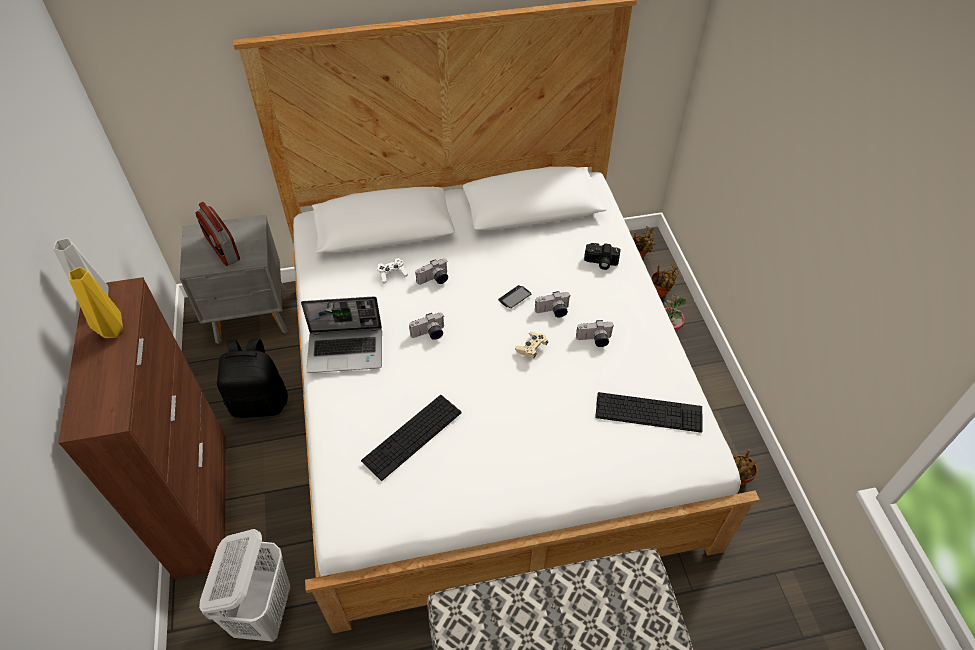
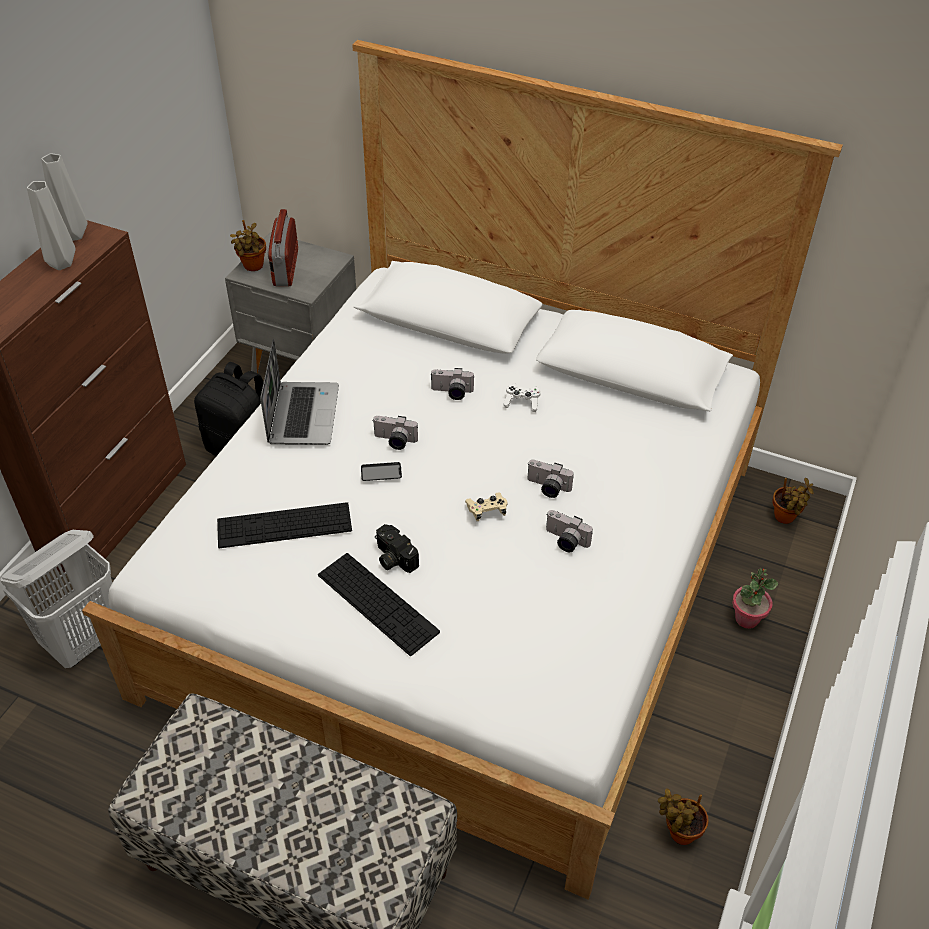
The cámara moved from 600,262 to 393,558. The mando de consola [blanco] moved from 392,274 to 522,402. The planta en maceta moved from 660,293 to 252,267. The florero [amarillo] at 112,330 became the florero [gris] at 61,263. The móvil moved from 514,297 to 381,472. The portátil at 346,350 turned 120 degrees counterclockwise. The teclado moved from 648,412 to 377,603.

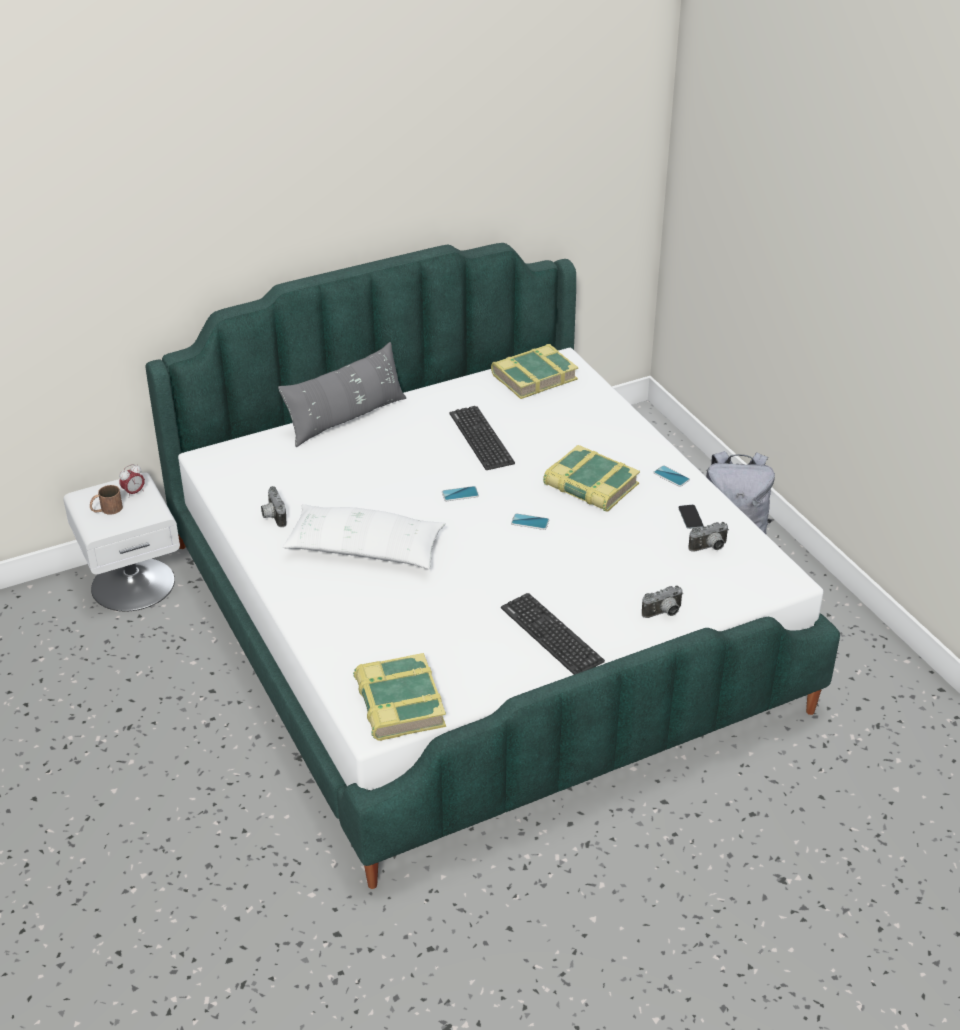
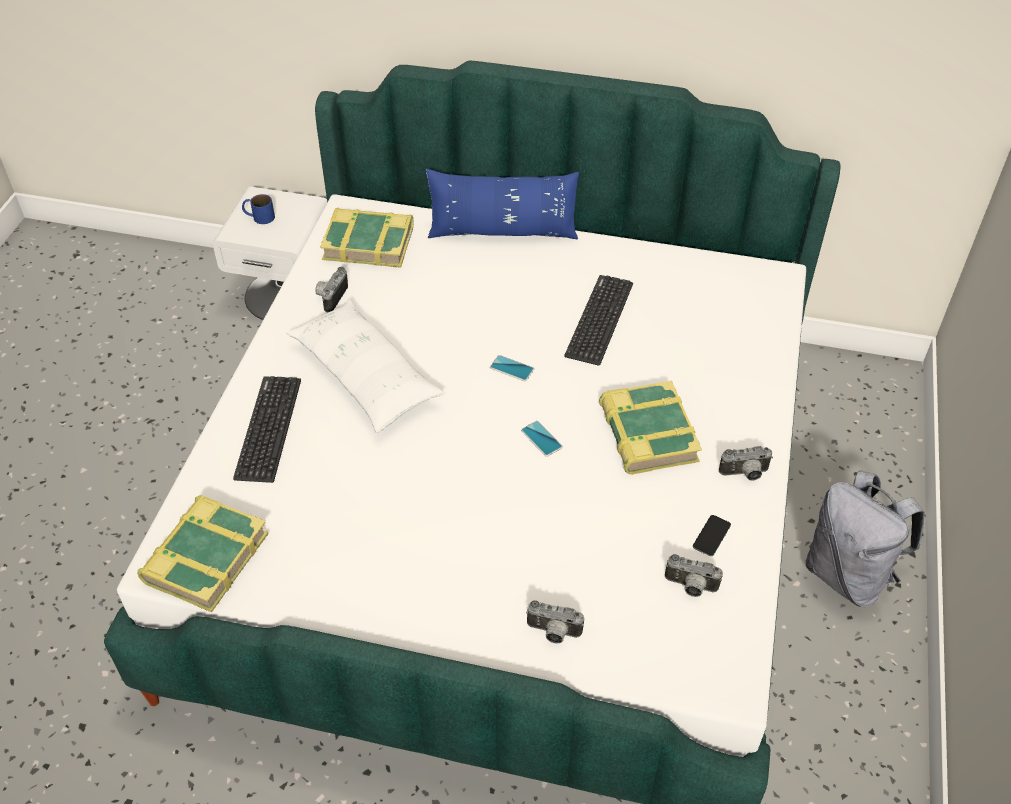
The cojín [gris] at 346,418 became the cojín [azul] at 502,232. The libro moved from 533,377 to 369,243. The despertador at 134,493 disappeared. The móvil at 671,476 was replaced by the cámara at 745,474. The taza grande [marrón] at 106,509 became the taza grande [azul] at 259,217. The teclado moved from 551,635 to 268,428.

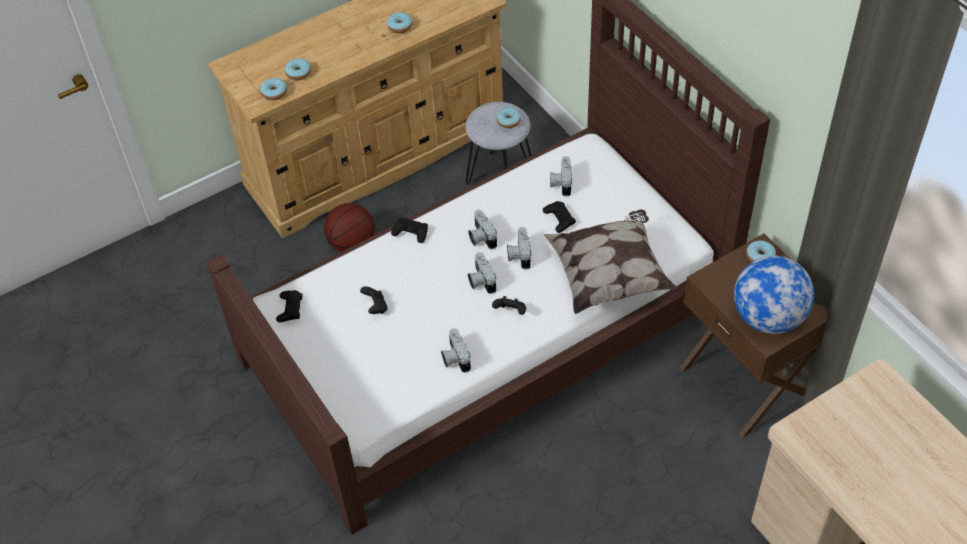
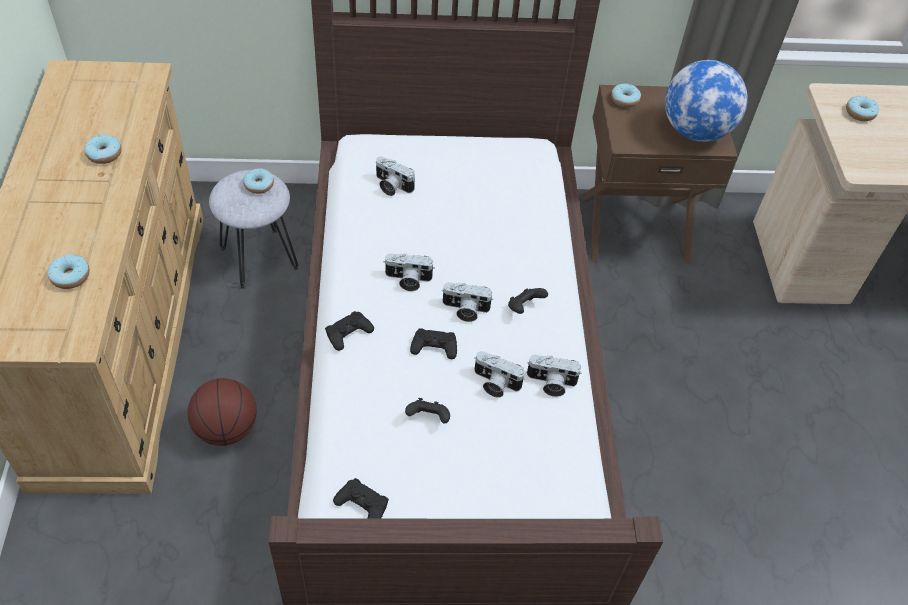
The rosquilla moved from 274,93 to 859,113. The mando de consola [negro] moved from 559,219 to 434,347. The cojín at 609,275 disappeared. The cámara moved from 518,255 to 494,383.

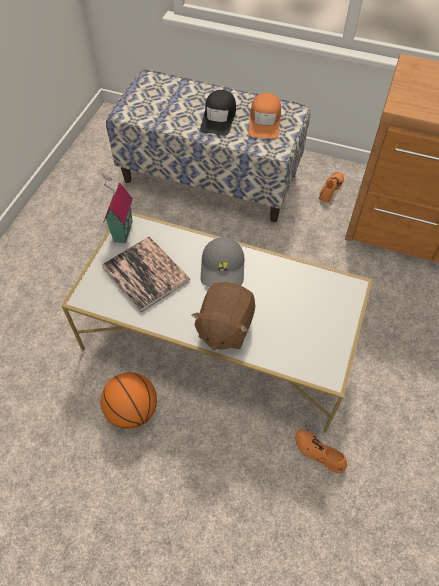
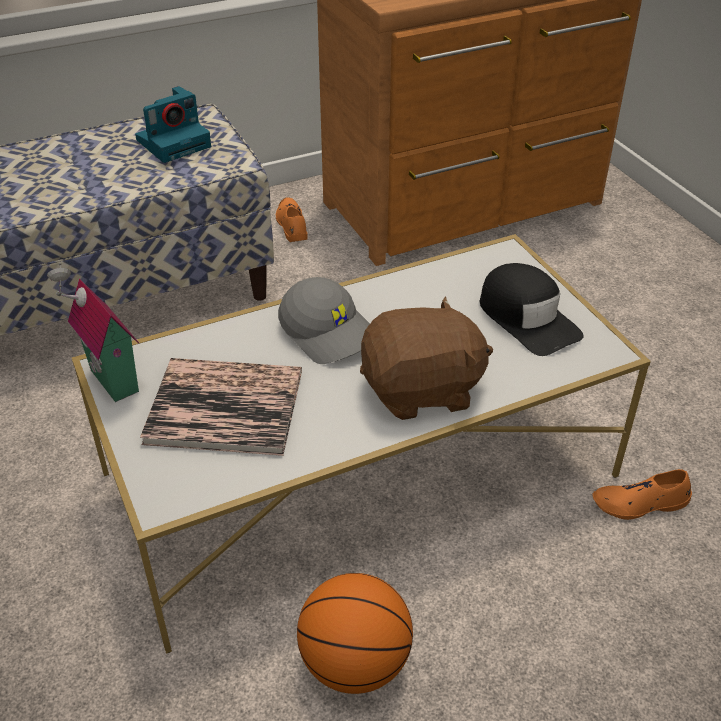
The gorra [negro] moved from 219,118 to 527,318. The gorra [naranja] at 265,121 was replaced by the cámara at 174,142. The peluche [marrón] at 224,327 turned 75 degrees counterclockwise.

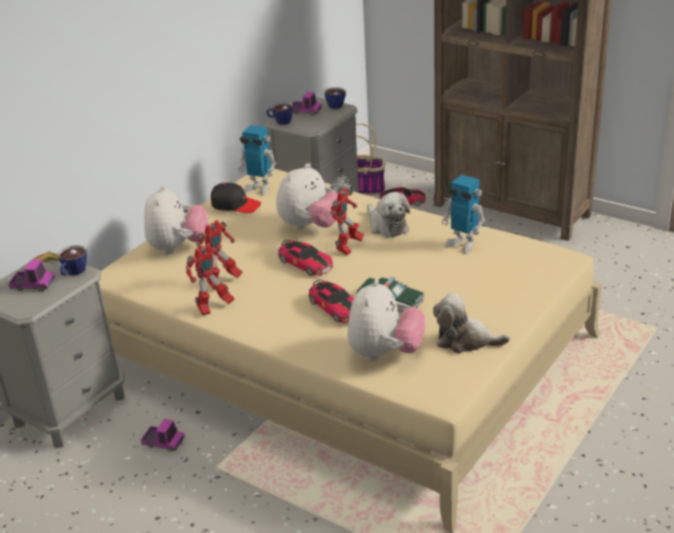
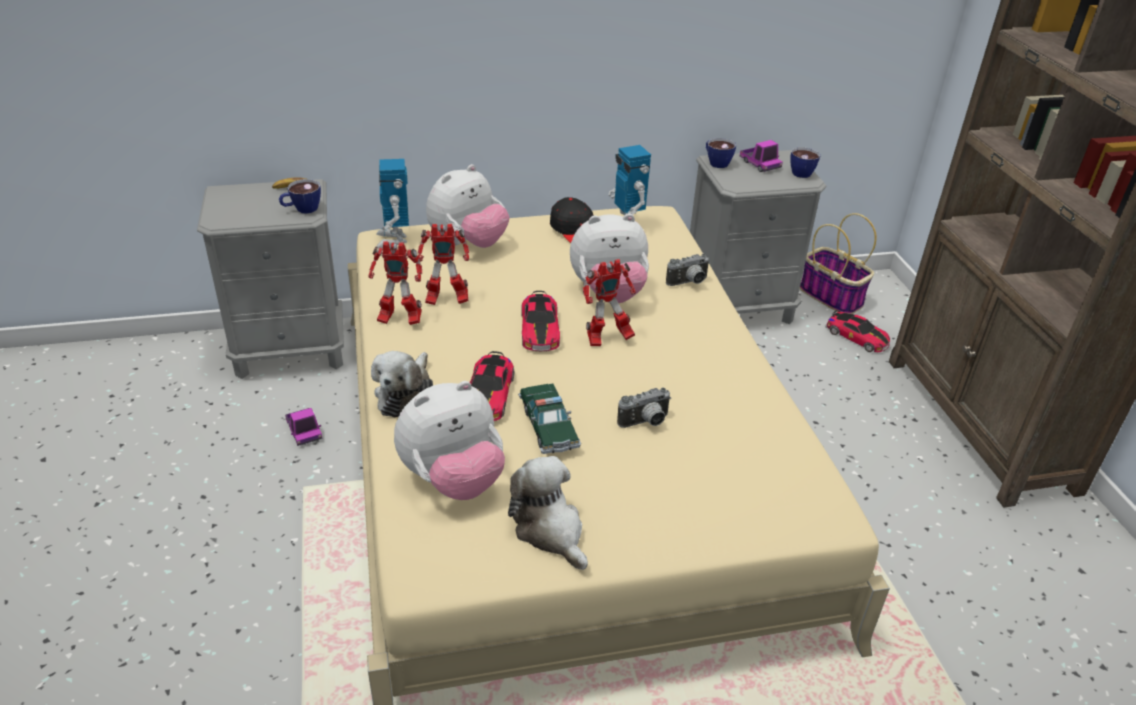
The robot de juguete moved from 462,244 to 394,240. The peluche moved from 386,226 to 406,395. The camión de juguete at 33,285 disappeared. The cámara at 645,423 appeared.

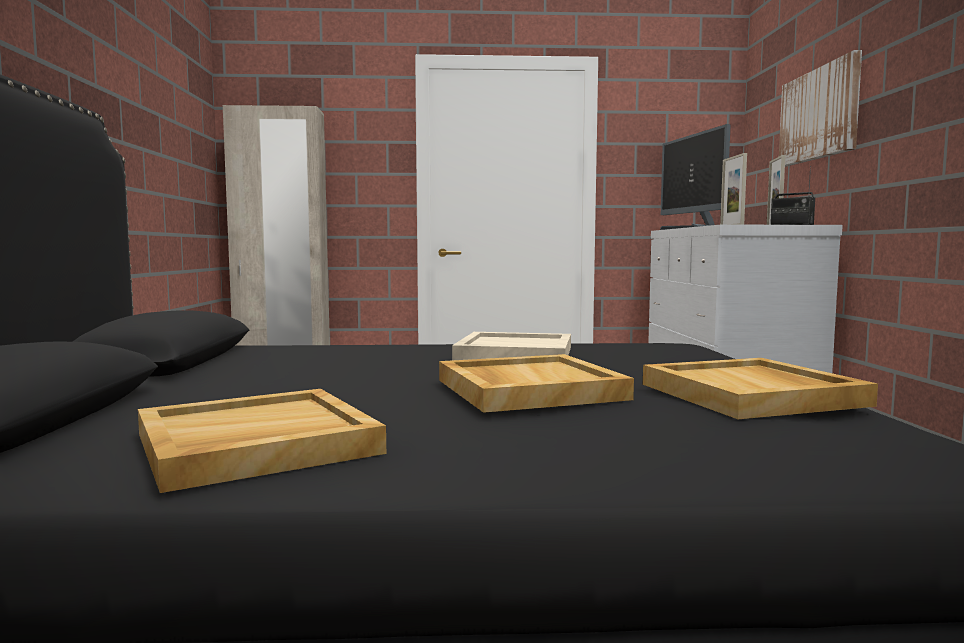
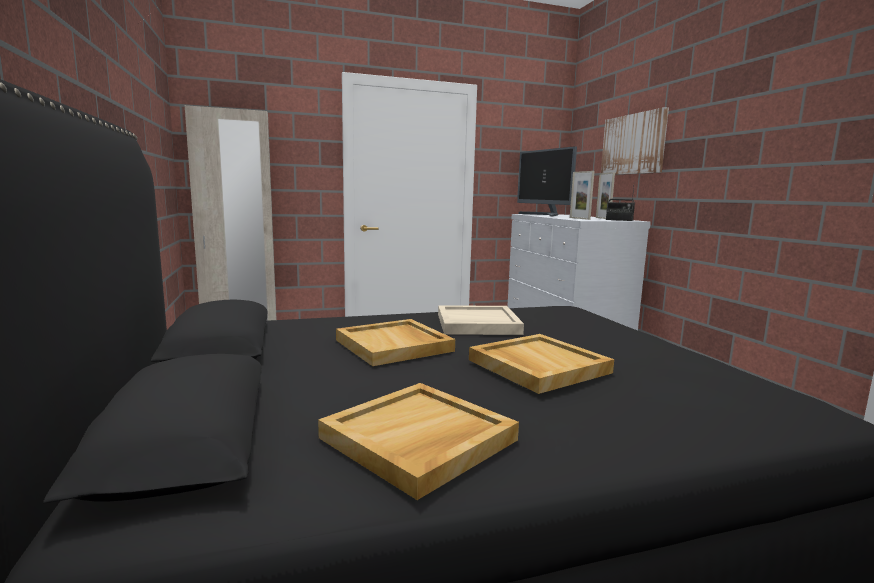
The bandeja [beis] moved from 753,395 to 395,345.

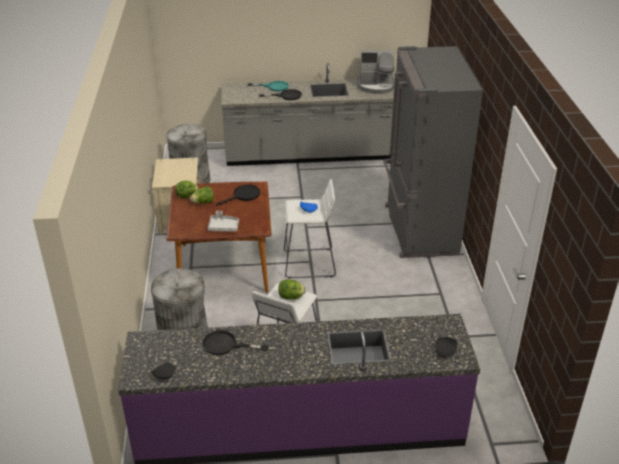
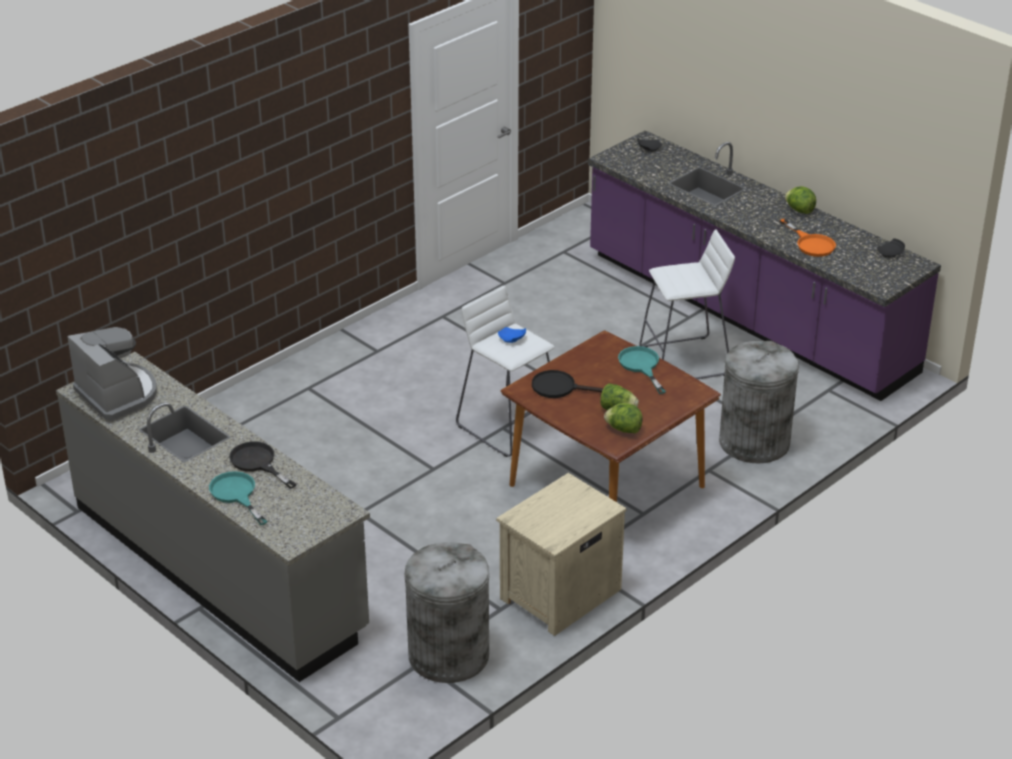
The nevera [gris] at 418,230 disappeared. The bandeja [gris] at 223,227 was replaced by the sartén [turquesa] at 641,366. The lechuga moved from 291,297 to 799,210. The sartén [negro] at 226,345 became the sartén [naranja] at 811,243.

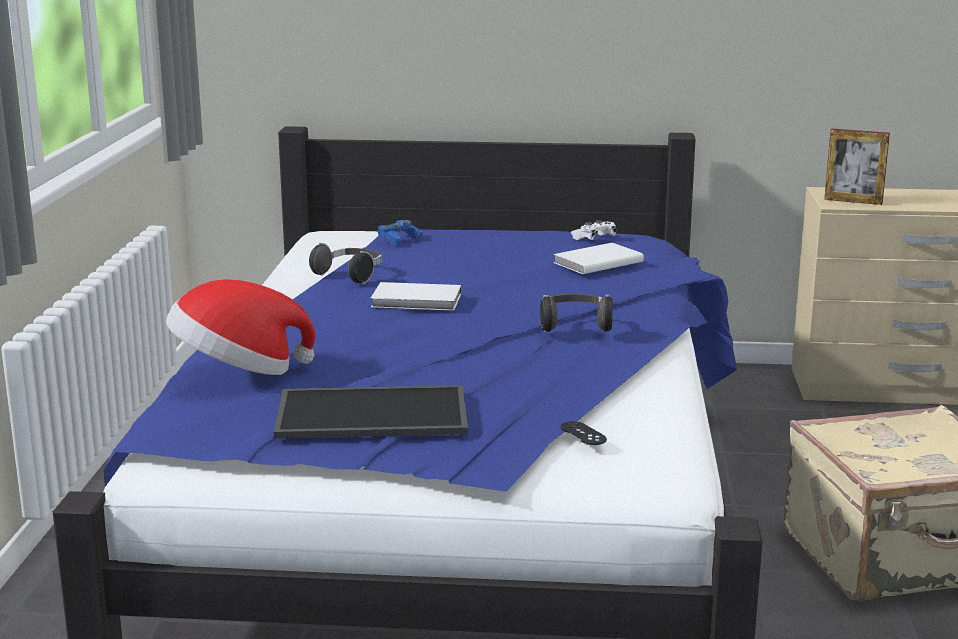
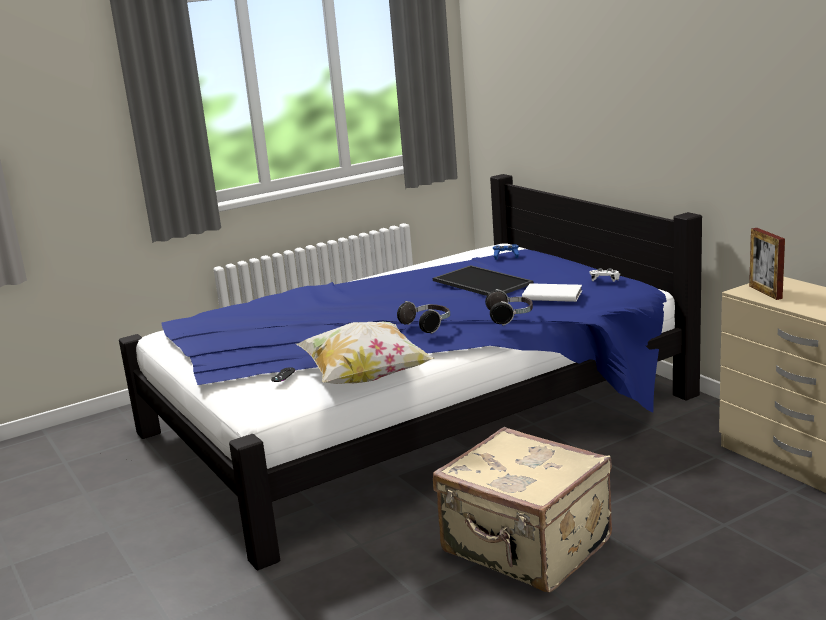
The auriculares moved from 350,275 to 510,317. The sombrero at 238,371 disappeared. The libro [blanco] at 417,301 disappeared. The bandeja moved from 370,415 to 480,282. The cojín at 365,377 appeared.

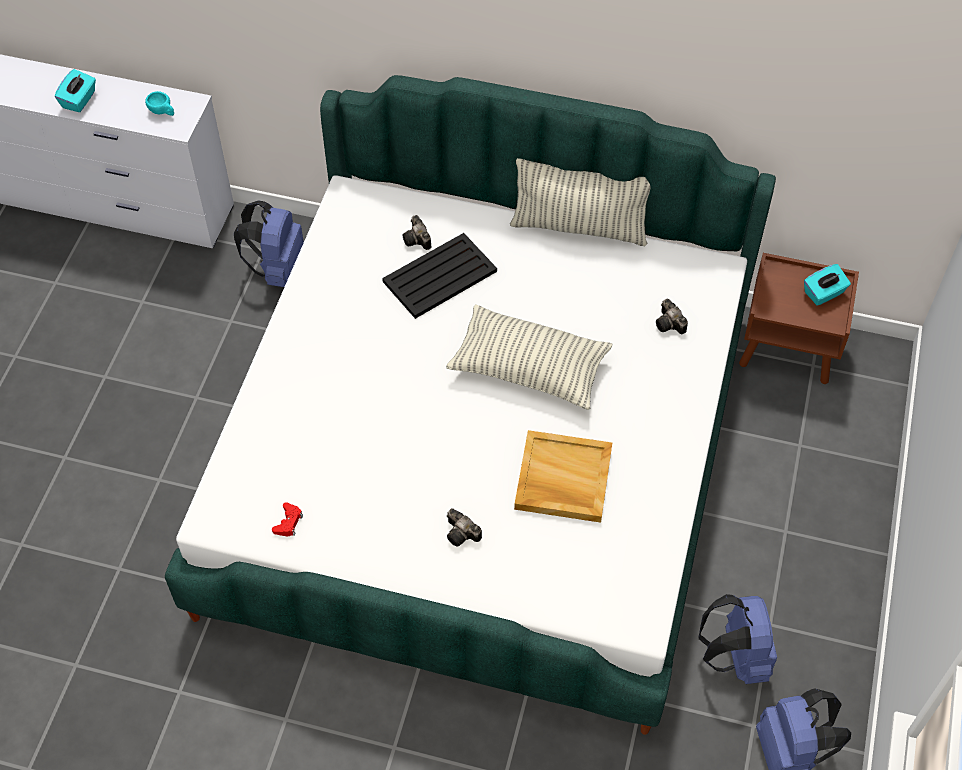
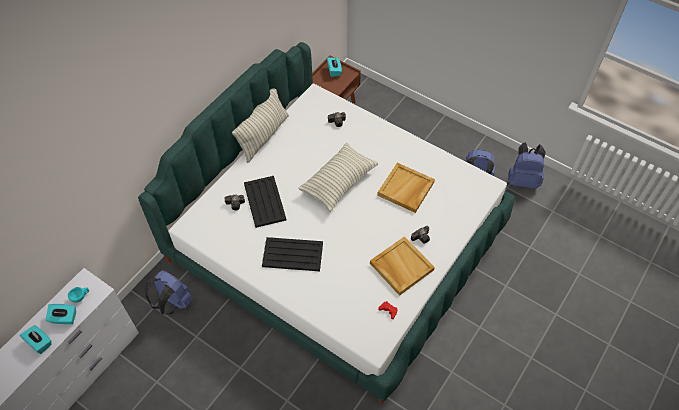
The bandeja [beis] at 401,266 appeared. The bandeja [negro] at 292,254 appeared. The caja de pañuelos [turquesa] at 64,318 appeared.

